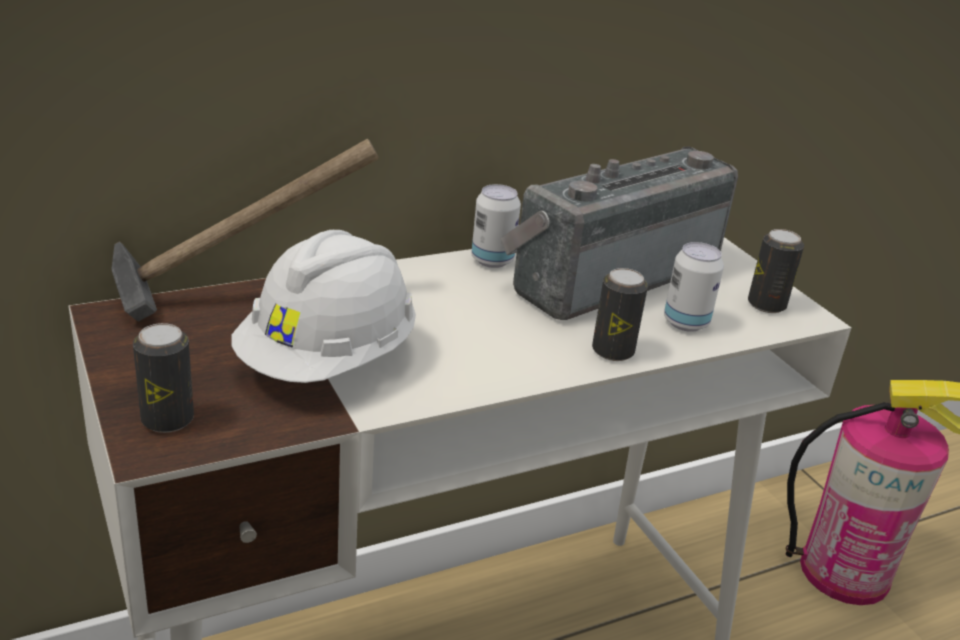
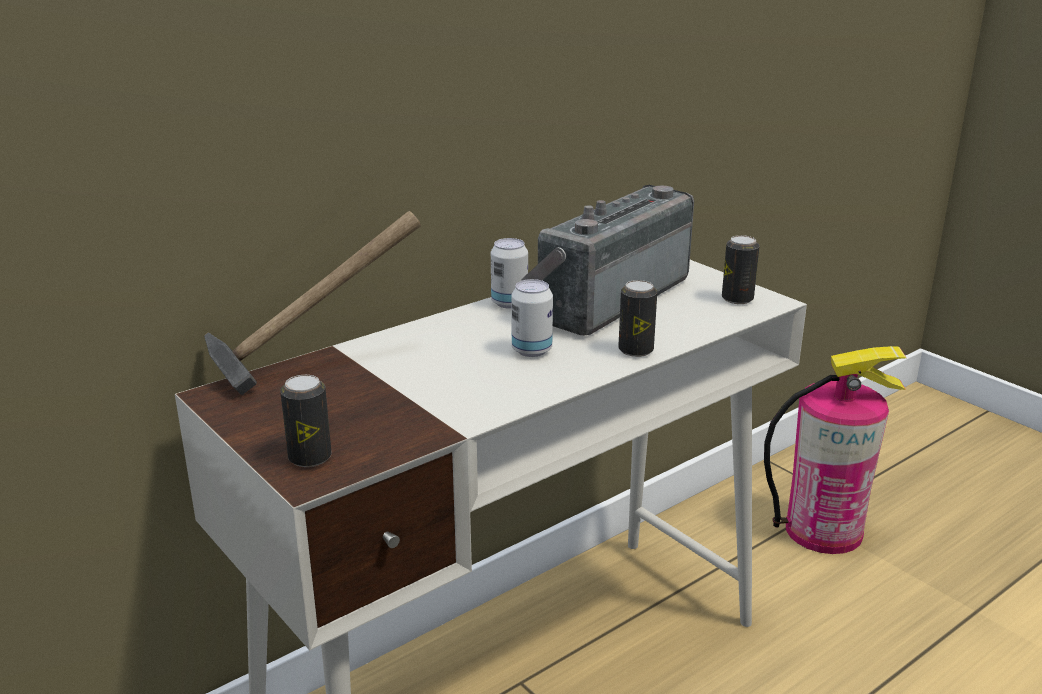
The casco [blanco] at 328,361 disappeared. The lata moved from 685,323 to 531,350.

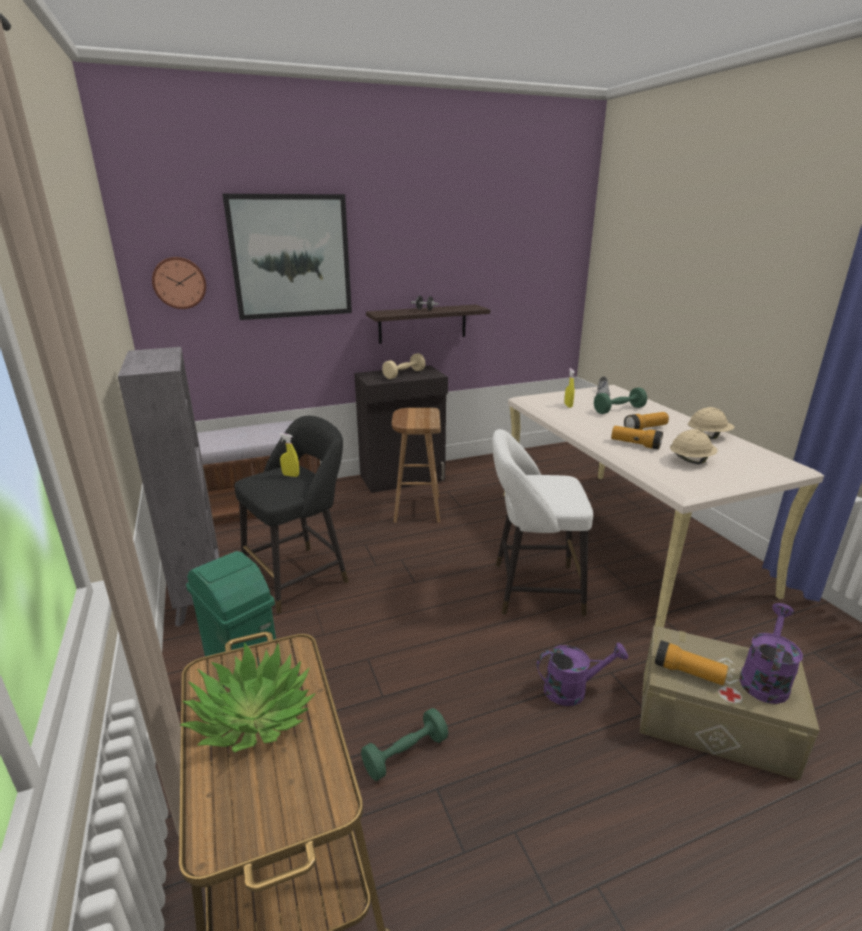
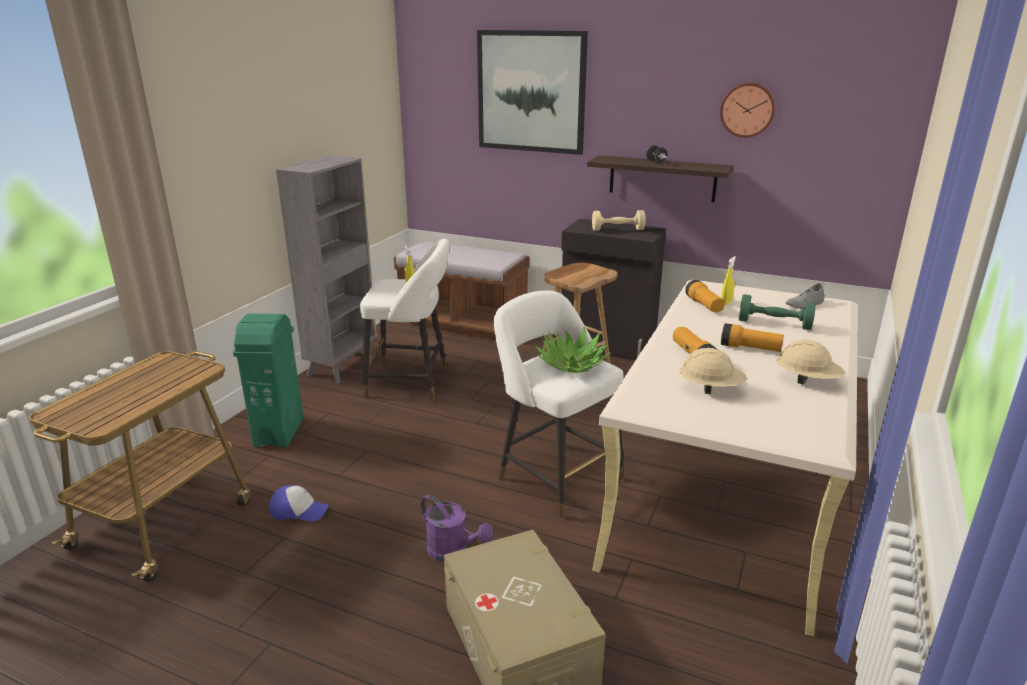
The reloj de pared moved from 179,282 to 747,110. The taburete [negro] at 300,576 became the taburete [blanco] at 412,381. The regadera [morado] at 764,678 disappeared. The linterna moved from 688,672 to 704,305. The planta en maceta moved from 253,716 to 572,364. The mancuerna [verde] at 405,754 was replaced by the gorra at 298,510.

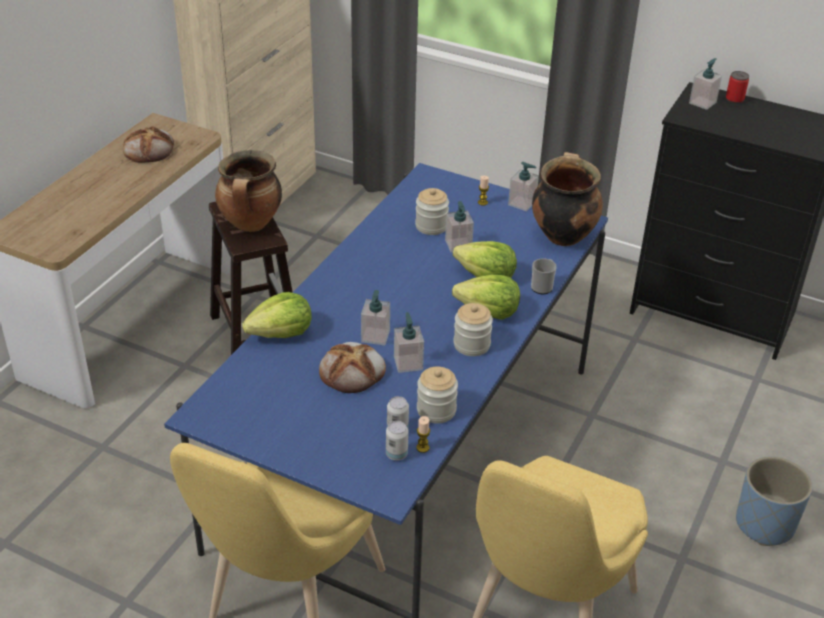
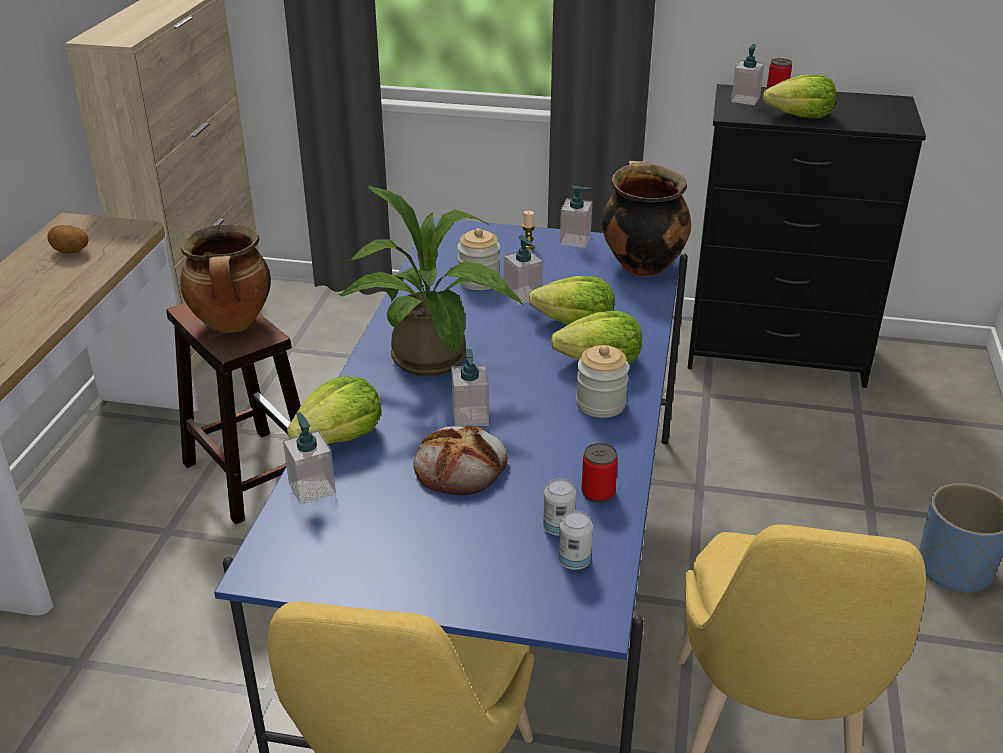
The pan at 149,149 was replaced by the patata at 70,252. The taza grande at 543,286 disappeared. The dispensador de jabón moved from 408,363 to 312,488. The tarro at 436,410 was replaced by the lata at 598,493. The vela at 422,447 disappeared. The lechuga at 800,116 appeared. The planta en maceta at 434,363 appeared.

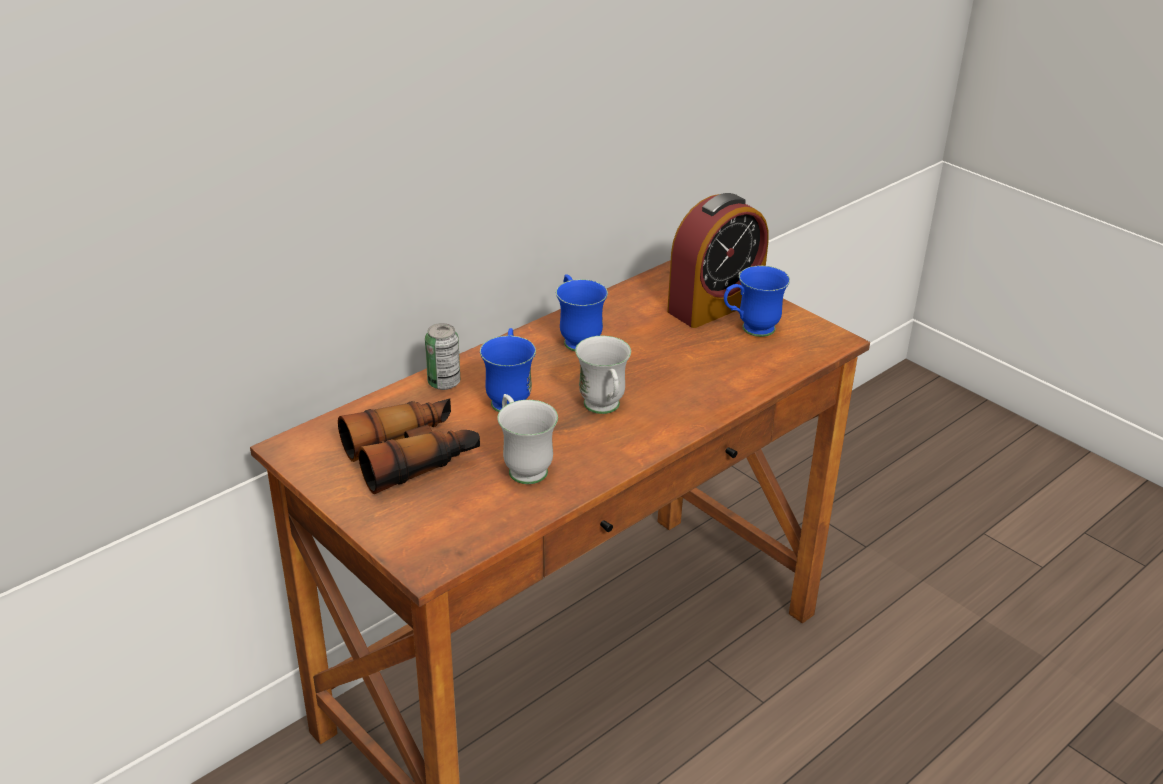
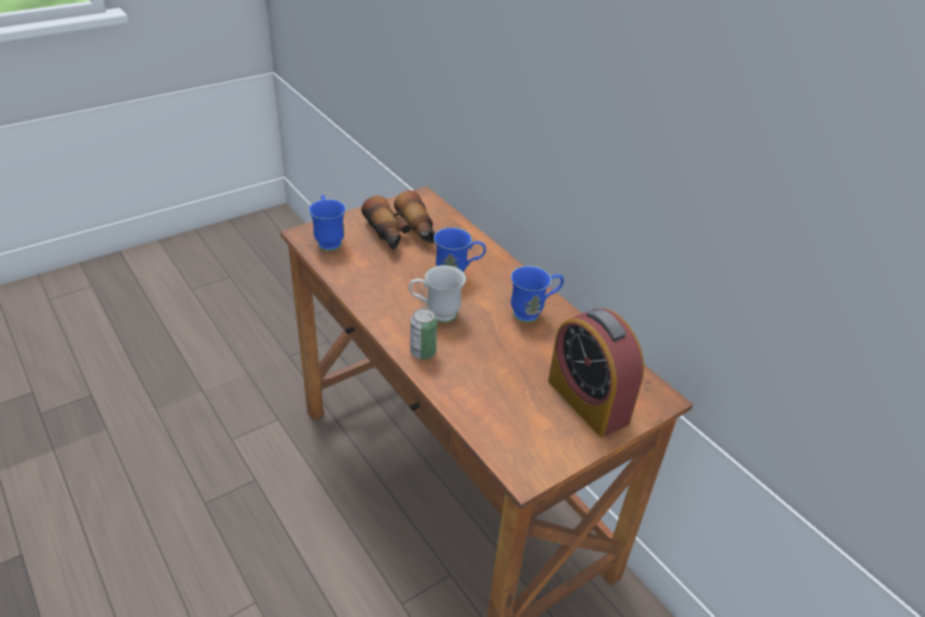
The taza grande [azul] moved from 750,330 to 328,240. The lata moved from 444,383 to 423,352. The taza grande [blanco] at 523,466 disappeared.

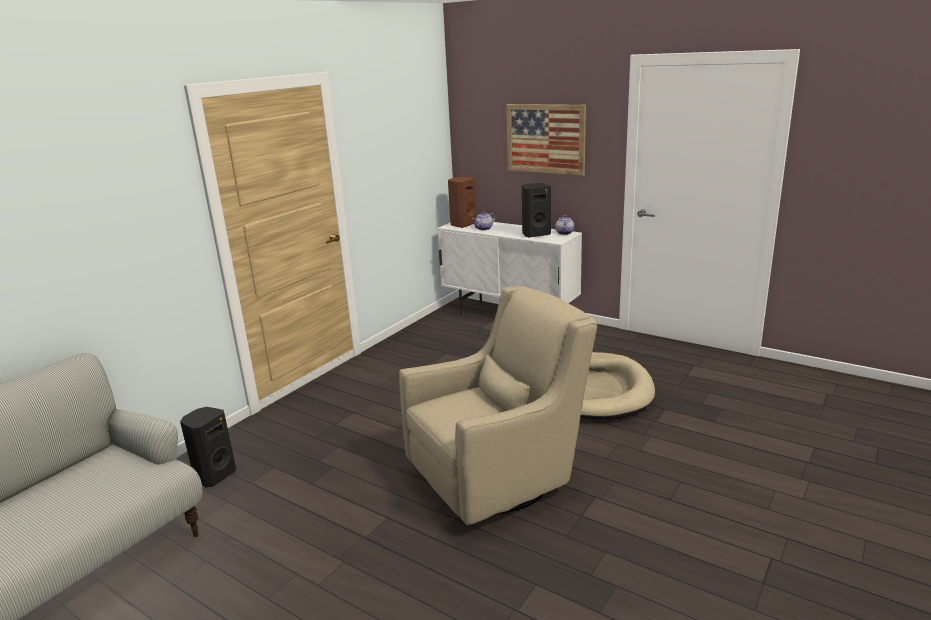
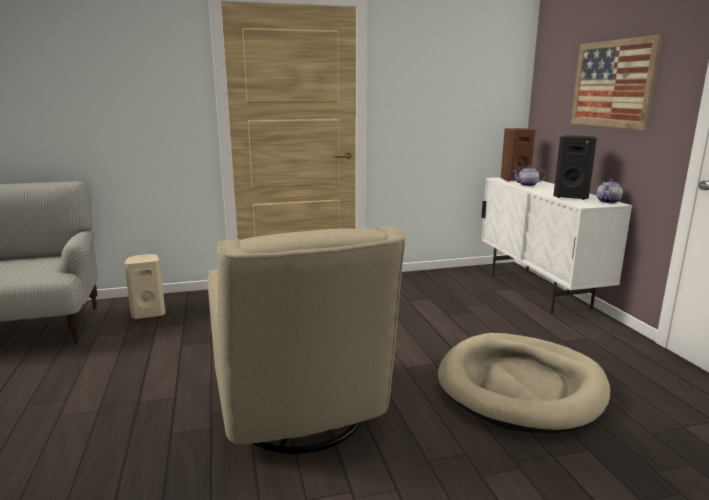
The sillón [beis] at 500,476 turned 60 degrees clockwise. The altavoz [negro] at 214,475 became the altavoz [beis] at 149,313.

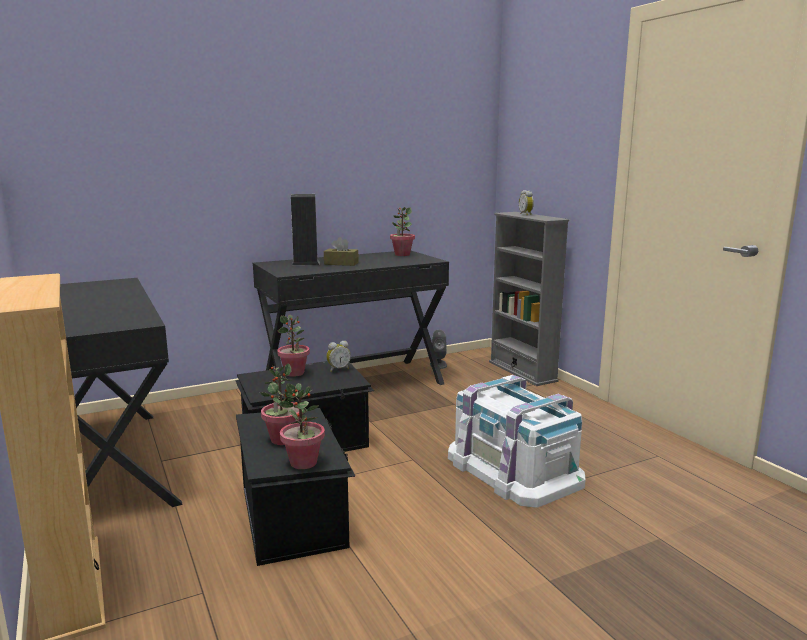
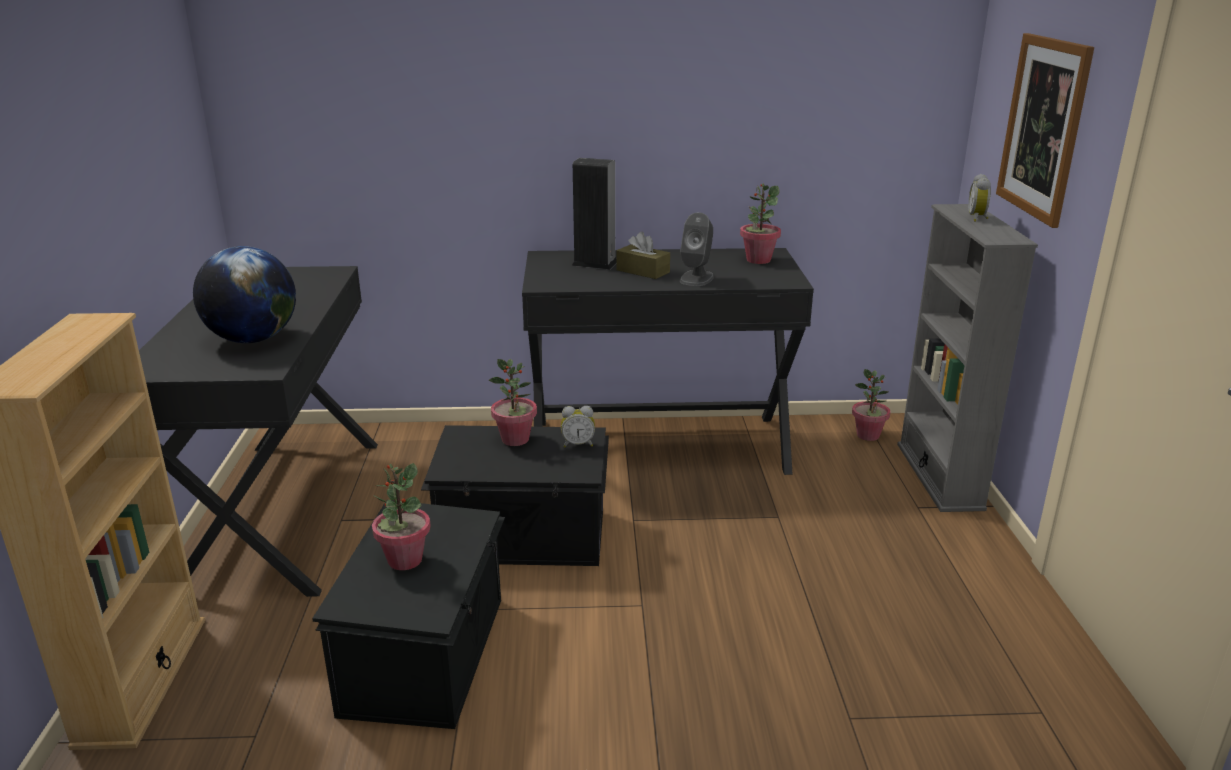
The altavoz [gris] moved from 438,364 to 697,278. The caja de almacenaje [blanco] at 514,469 disappeared. The planta en maceta moved from 303,463 to 868,435. The cuadro at 1043,127 appeared. The globo terráqueo at 253,339 appeared.

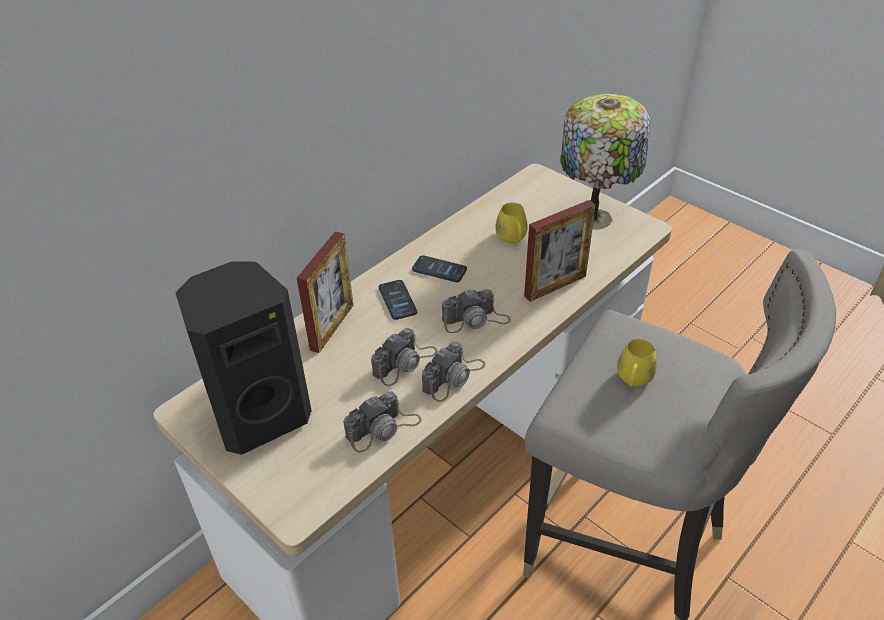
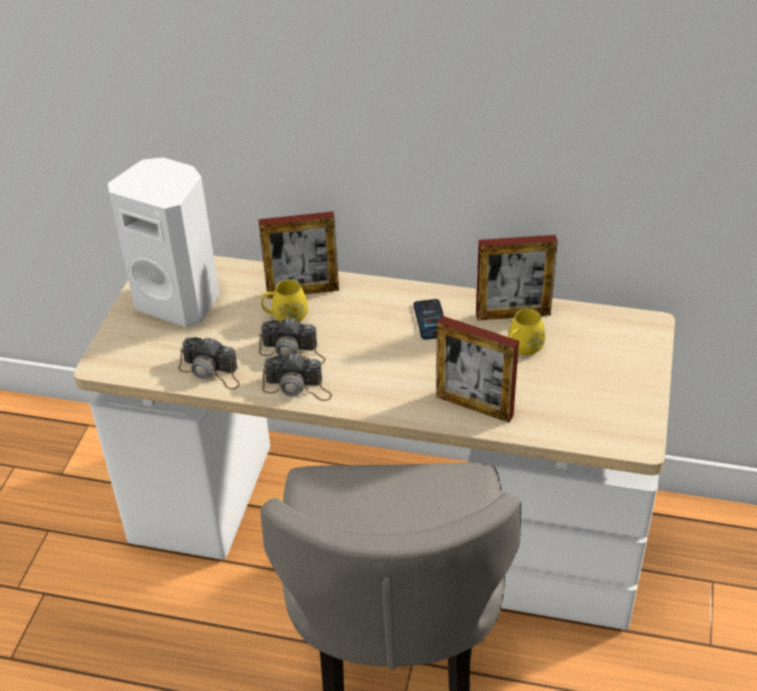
The lámpara de mesa at 595,217 disappeared. The altavoz [negro] at 260,416 became the altavoz [blanco] at 180,301. The móvil at 397,300 disappeared. The cámara at 475,320 disappeared. The taza grande [amarillo] moved from 633,379 to 286,316. The portarretratos at 513,314 appeared.

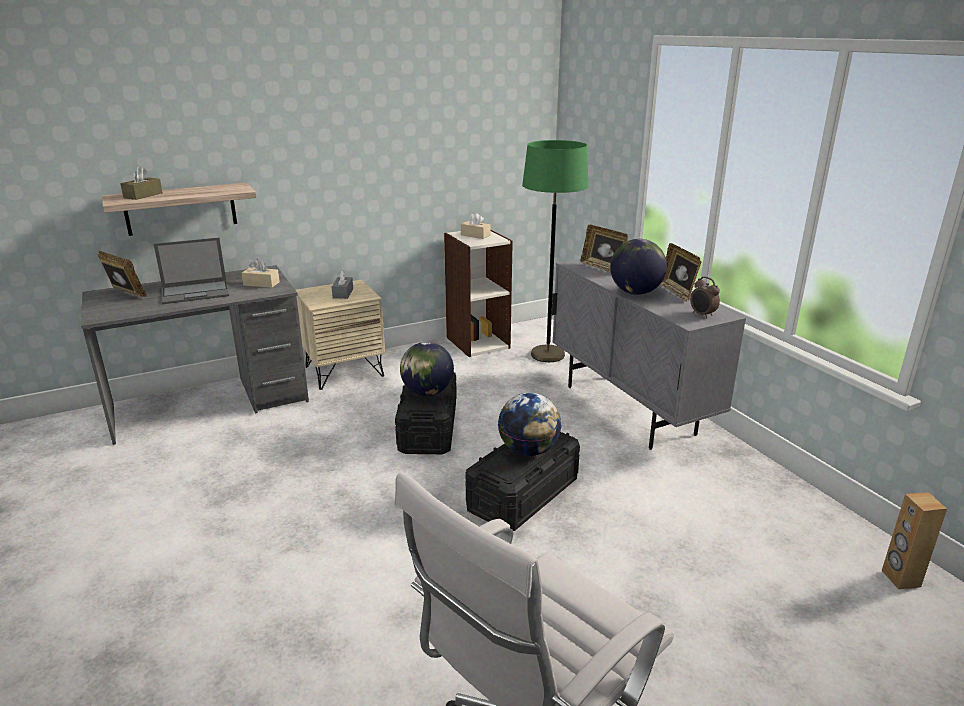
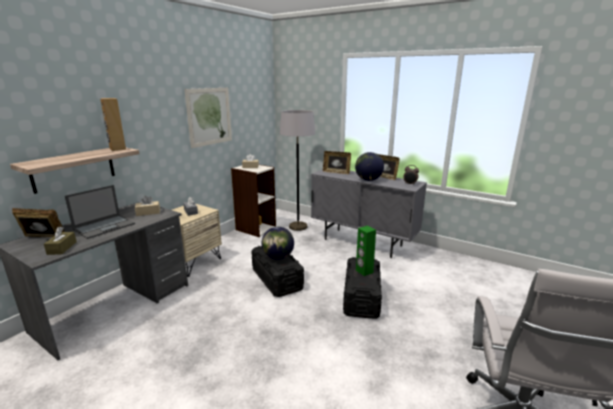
The lámpara de pie [verde] at 548,355 became the lámpara de pie [gris] at 298,227. The caja de pañuelos [marrón] moved from 143,195 to 62,248. The globo terráqueo at 528,451 was replaced by the altavoz [verde] at 364,271. The altavoz [marrón] moved from 900,578 to 117,149. The cuadro at 209,116 appeared.

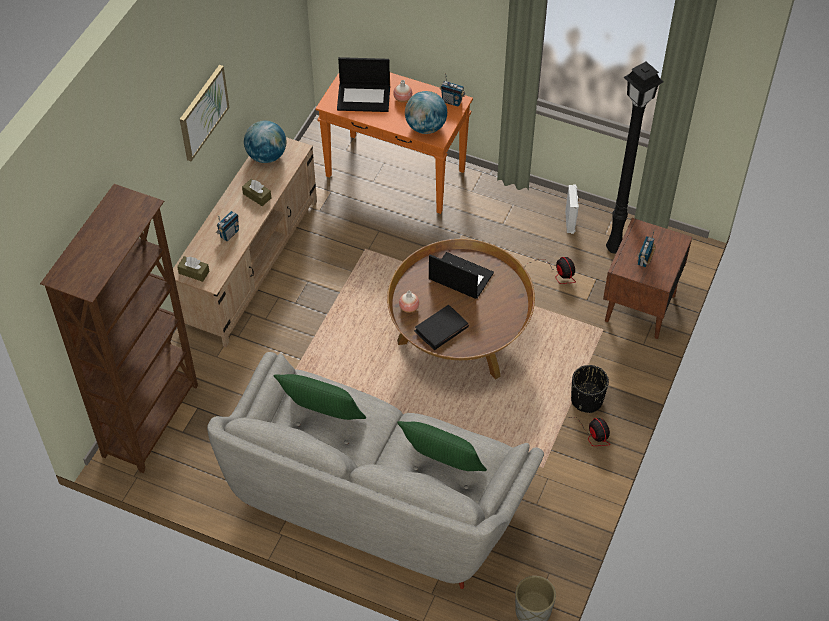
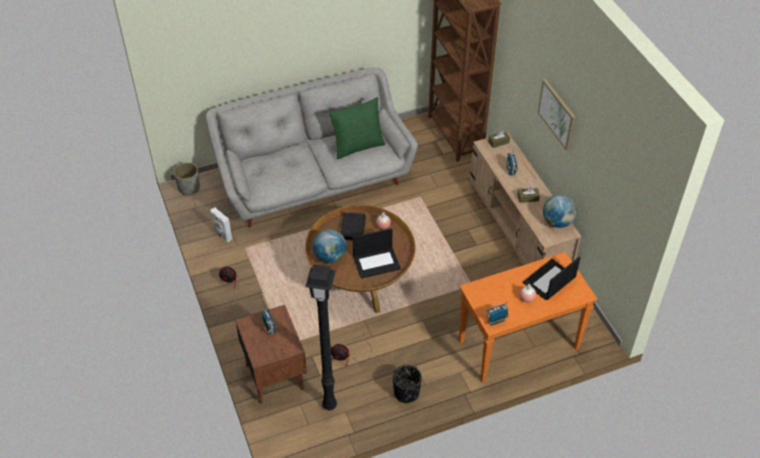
The globo terráqueo moved from 425,127 to 330,257. The altavoz [blanco] moved from 570,222 to 222,235. The maceta [negro] moved from 587,400 to 406,393. The cojín [verde] at 442,466 disappeared.

